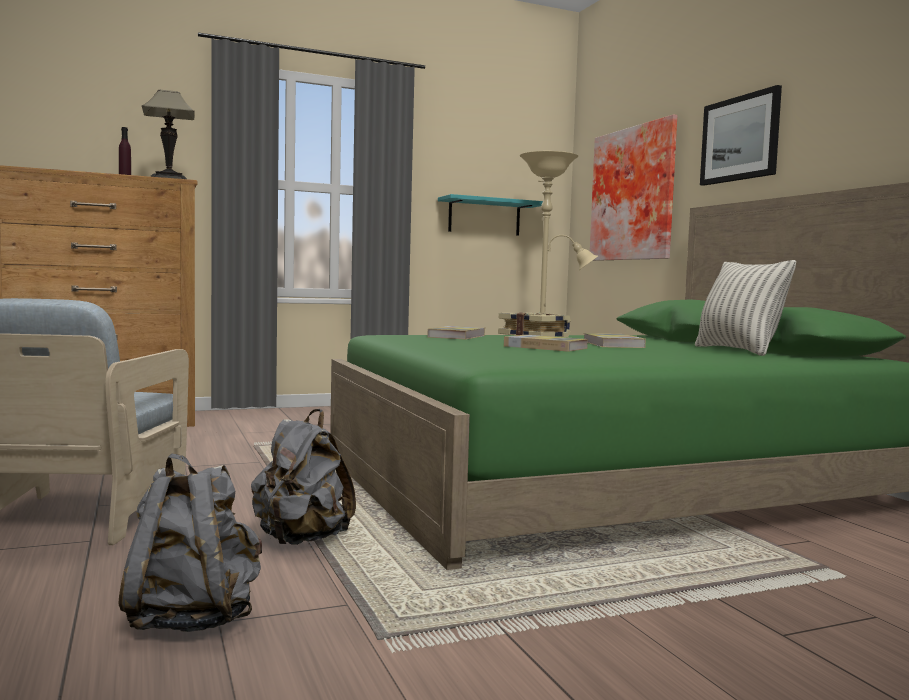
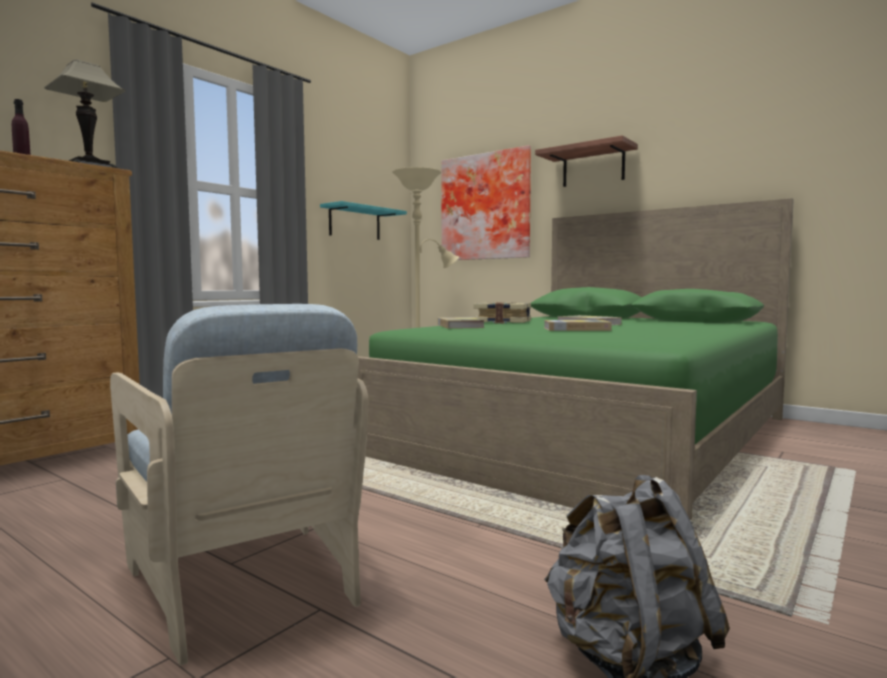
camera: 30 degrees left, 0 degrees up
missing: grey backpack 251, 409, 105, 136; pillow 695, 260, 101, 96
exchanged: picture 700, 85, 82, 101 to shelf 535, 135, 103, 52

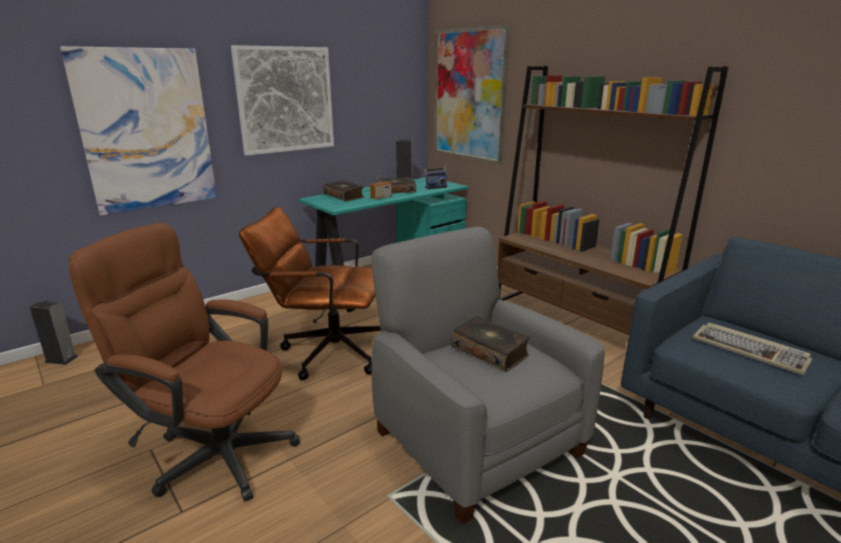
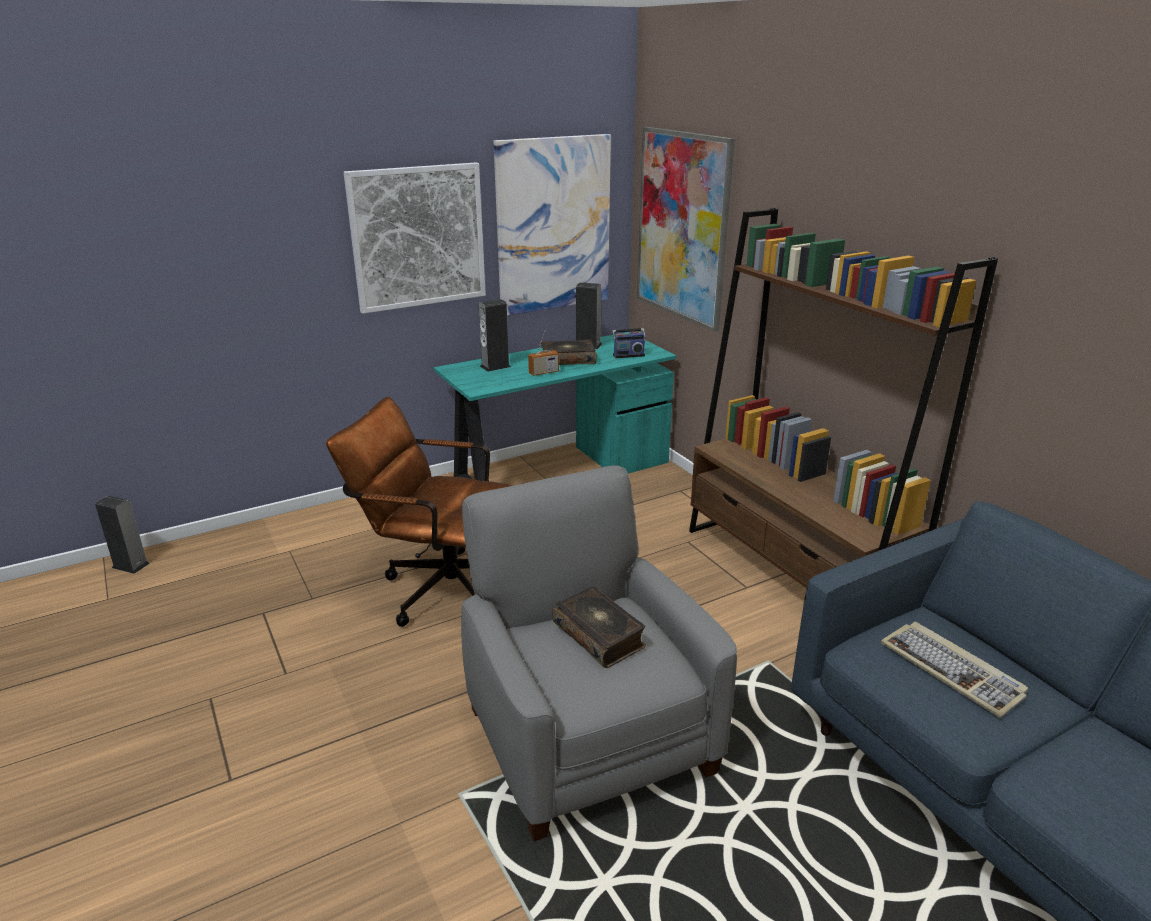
camera: 10 degrees right, 5 degrees up
missing: brown office chair 69, 223, 231, 279
relocated: picture 60, 46, 157, 169 to 494, 134, 117, 181
exchanged: book 323, 180, 41, 22 to speaker 479, 299, 32, 73

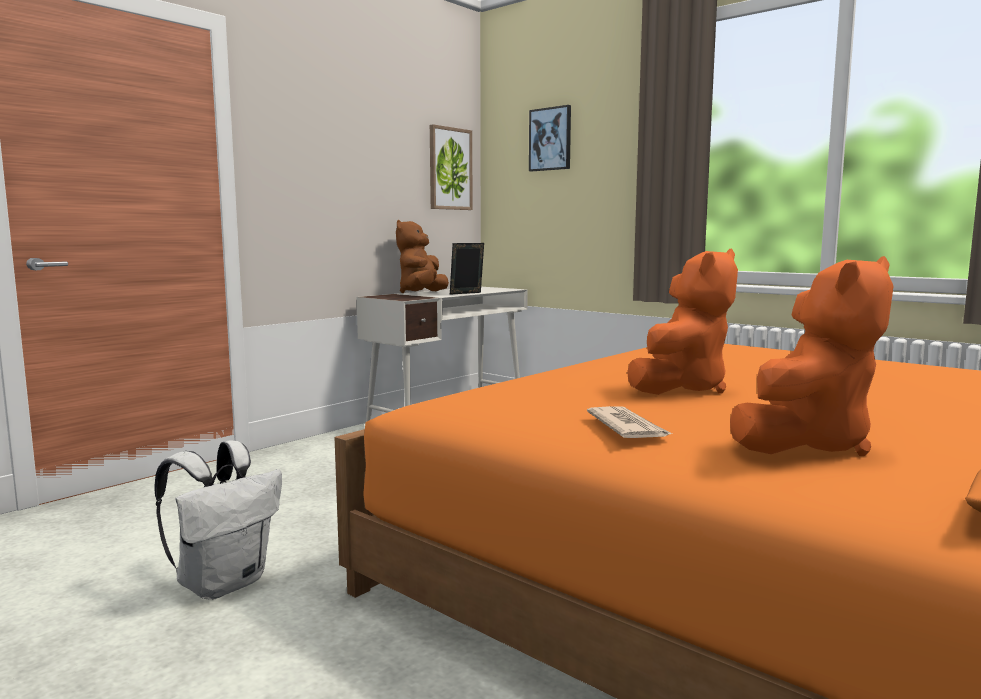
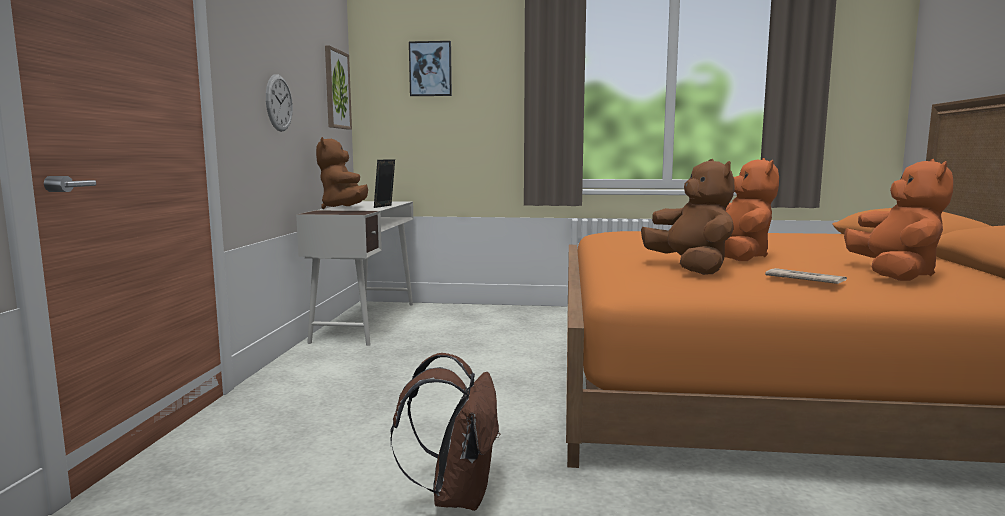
camera: 35 degrees left, 0 degrees up
appeared: wall clock 266, 74, 27, 58; brown plush toy 641, 159, 94, 116
colour: white backpack 155, 440, 127, 160 to brown backpack 390, 353, 111, 158

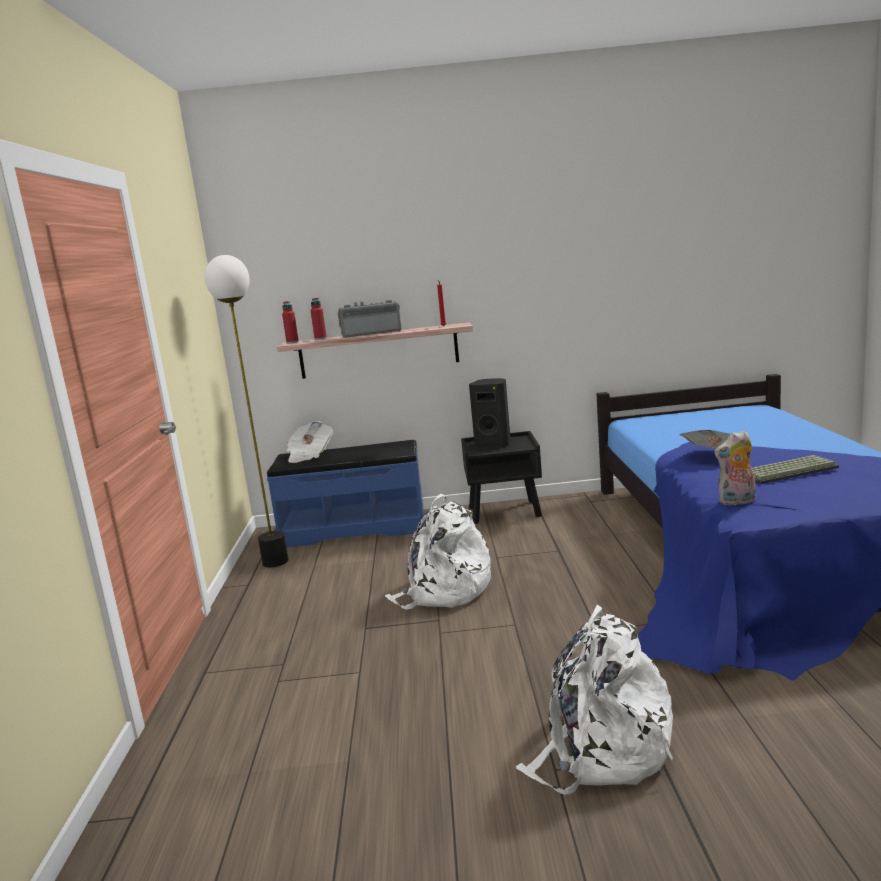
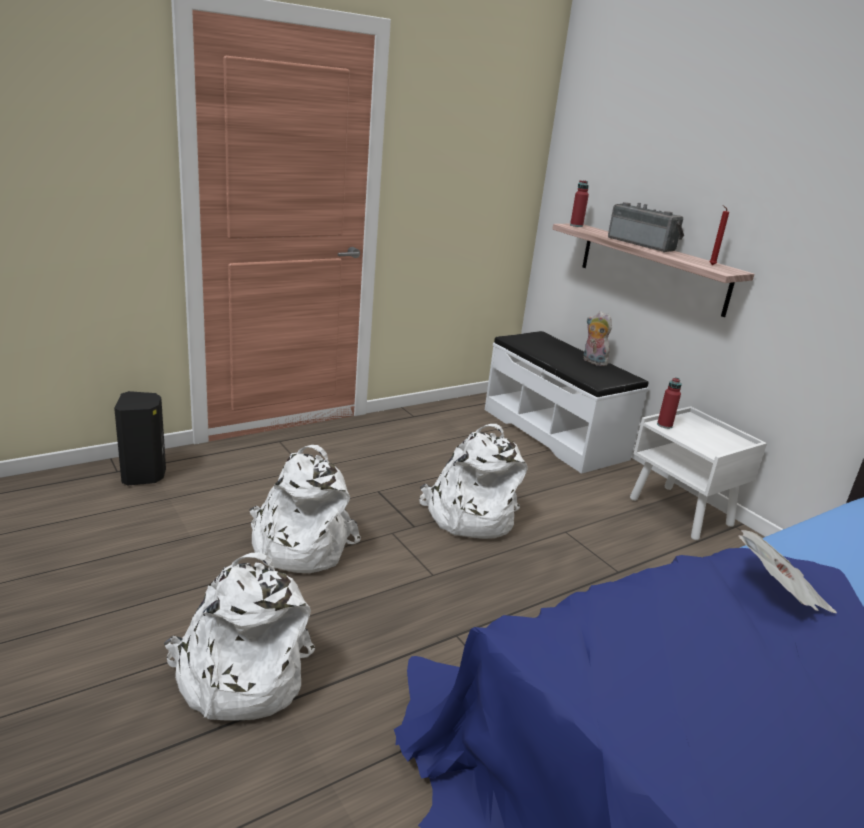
camera: 55 degrees right, 10 degrees up
missing: floor lamp 204, 255, 85, 312; newspaper 286, 421, 47, 42; keyboard 751, 455, 88, 29
appeared: white backpack 249, 445, 112, 128
relocated: red bottle 311, 298, 16, 42 to 657, 377, 25, 52; black speaker 469, 378, 42, 69 to 114, 391, 52, 95; plush toy 714, 430, 42, 76 to 584, 311, 28, 55
colour: blue bench 267, 440, 157, 108 to white bench 485, 331, 163, 143; black nightstand 461, 431, 81, 93 to white nightstand 630, 406, 137, 134

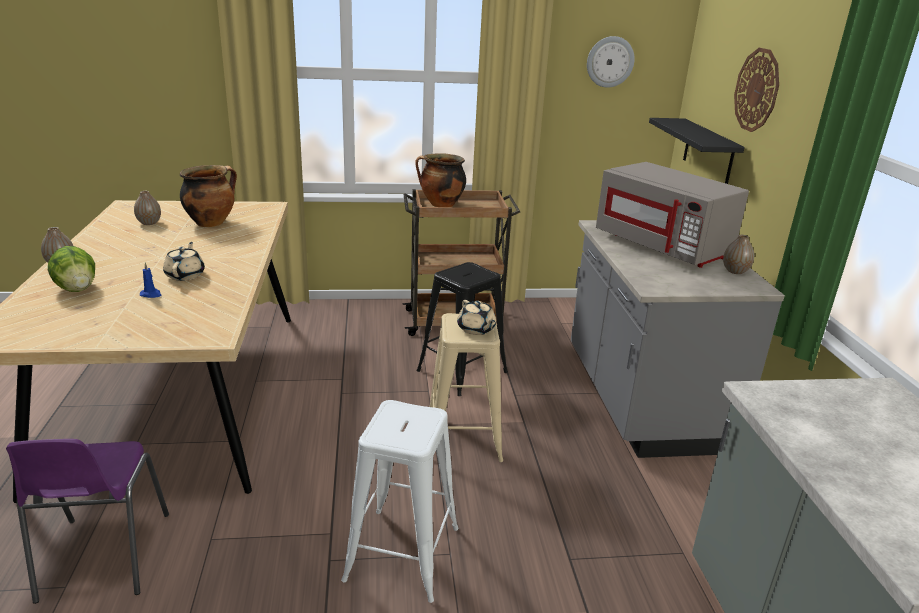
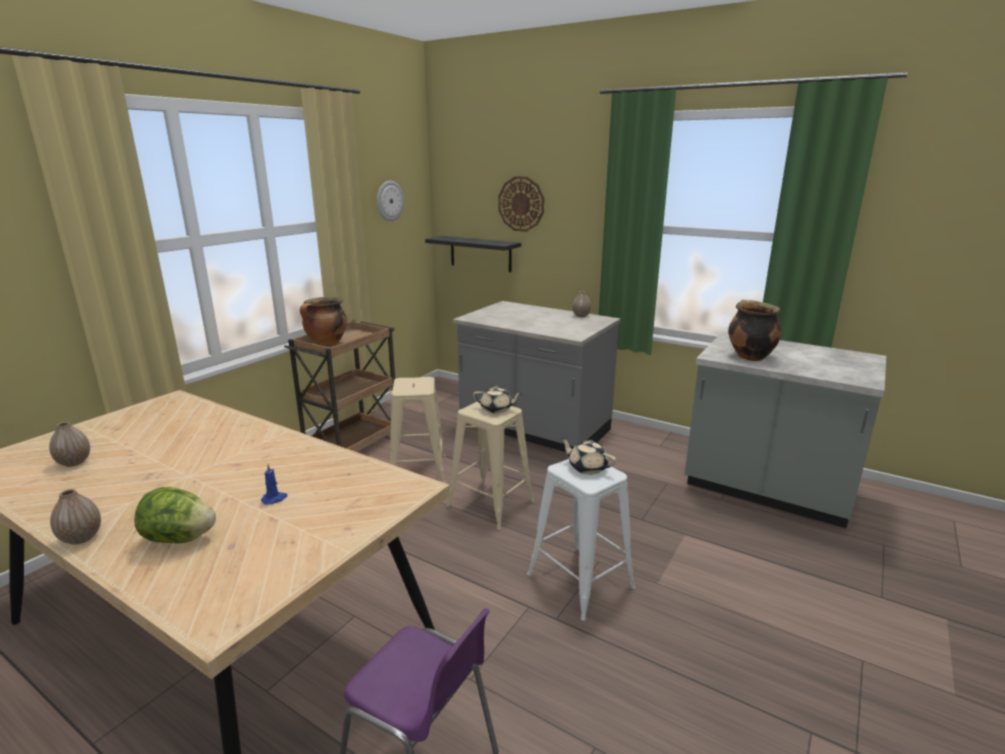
camera: 50 degrees left, 5 degrees down
missing: grey microwave 596, 162, 153, 106
relocated: beige teapot 163, 242, 42, 39 to 560, 438, 56, 37; cooking pot 180, 165, 57, 62 to 728, 300, 54, 61
colour: black stool 416, 262, 92, 134 to beige stool 390, 377, 56, 106

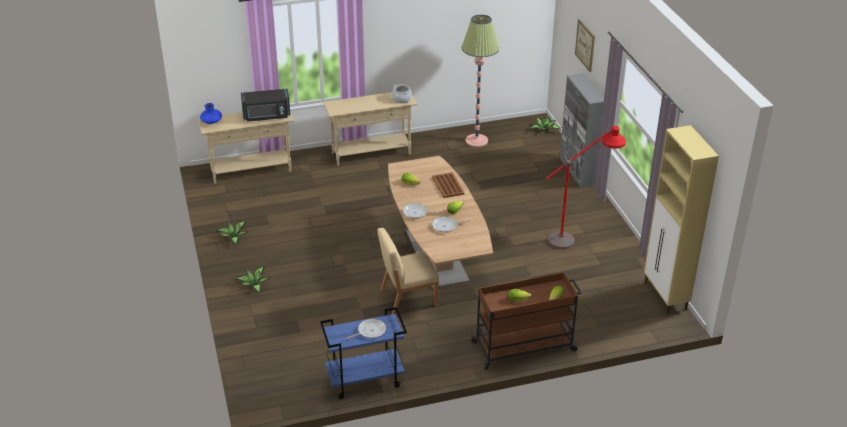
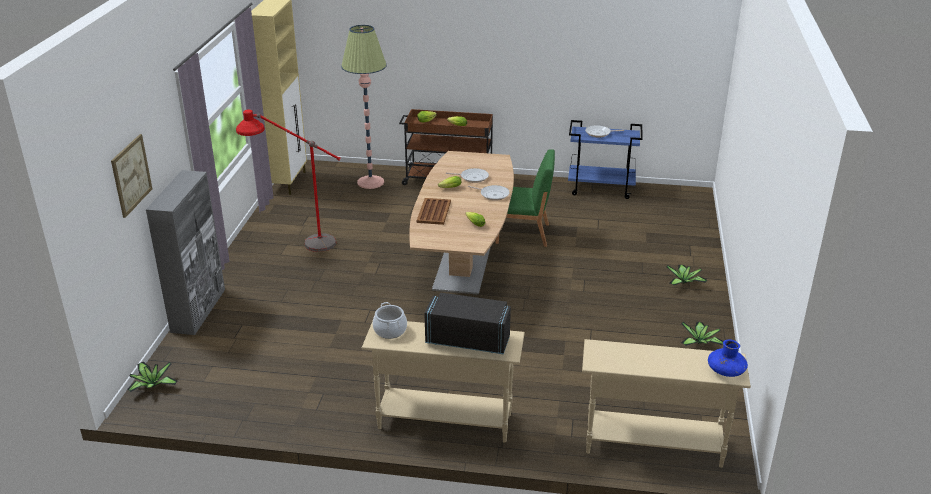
camera: 155 degrees left, 5 degrees down
relocated: black microwave 241, 89, 49, 33 to 424, 293, 87, 61; floor lamp 462, 15, 37, 132 to 341, 25, 46, 164
colour: beige chair 377, 228, 62, 86 to green chair 495, 149, 60, 98

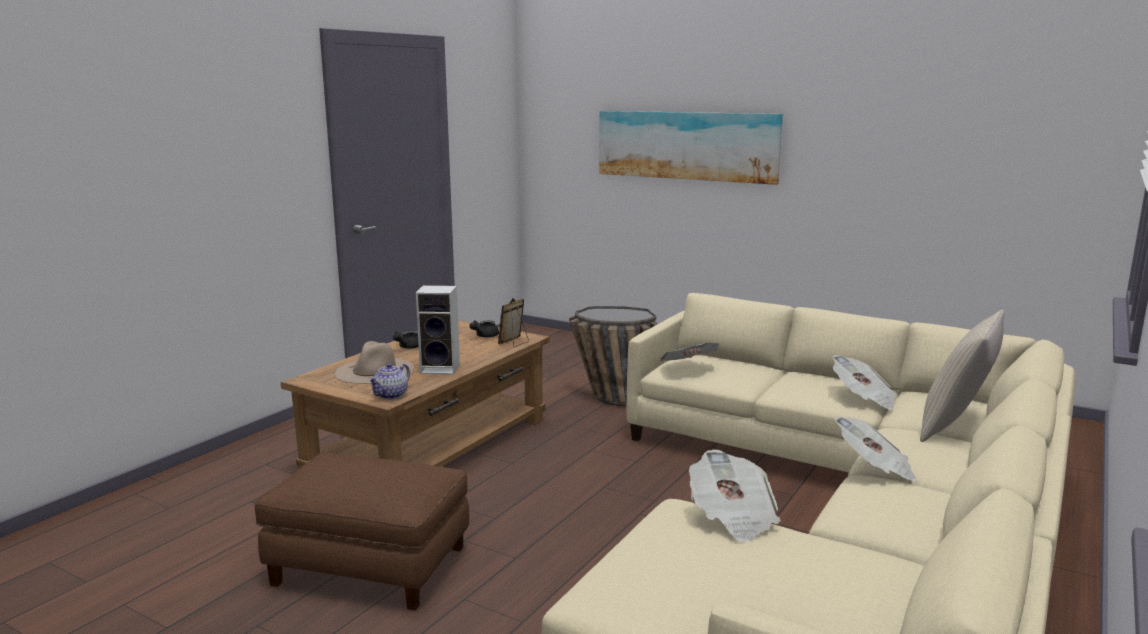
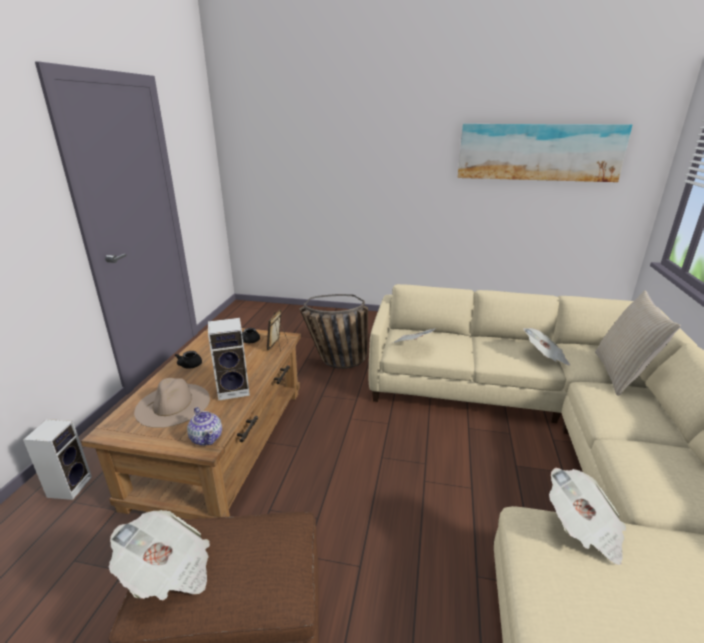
camera: 20 degrees left, 10 degrees up
appeared: speaker 23, 419, 69, 81
relocated: picture 599, 111, 184, 74 to 458, 124, 174, 58; newspaper 835, 416, 83, 66 to 109, 510, 101, 90
spun: teapot 368, 363, 42, 37 = 187, 407, 35, 39 45 degrees counterclockwise

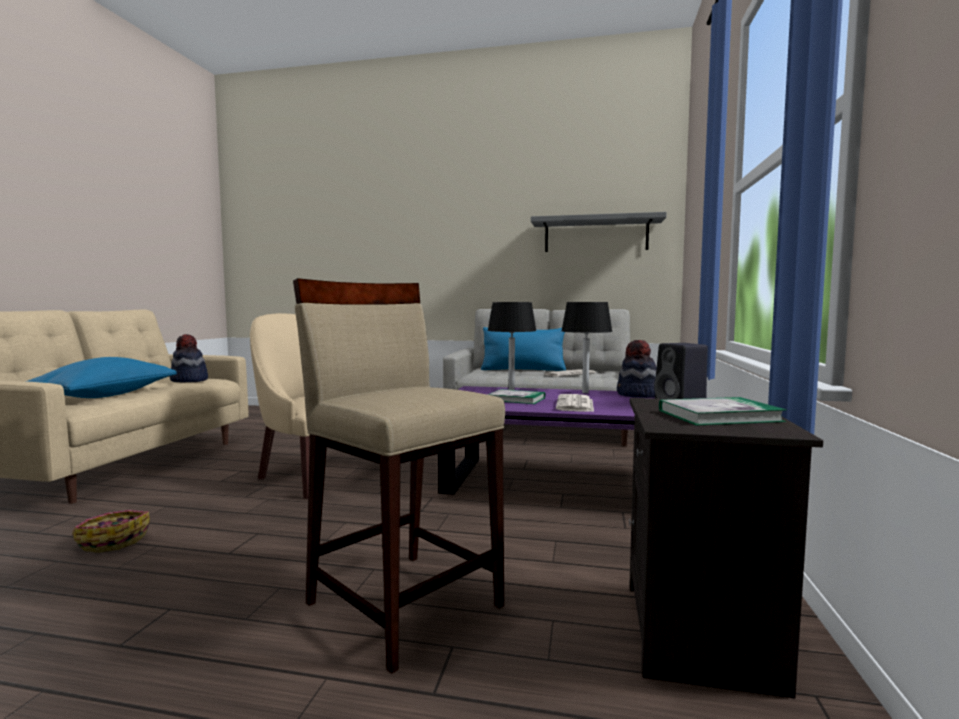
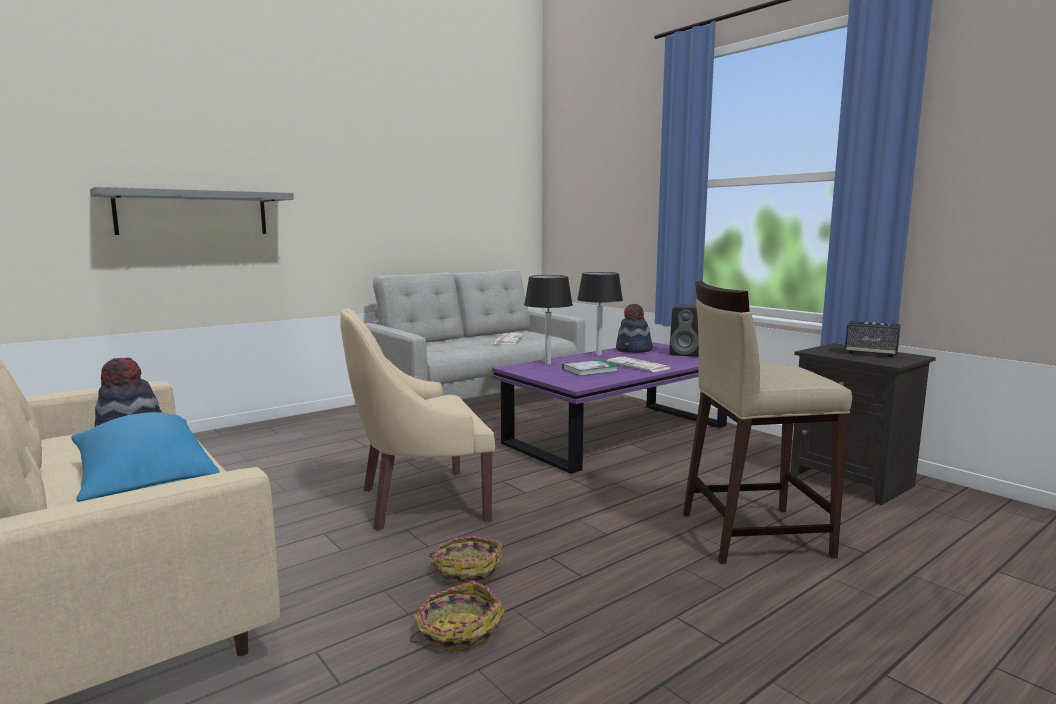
camera: 50 degrees left, 5 degrees up
missing: blue pillow 481, 327, 85, 44
appeared: basket 429, 536, 74, 49
relocated: grey shelf 531, 212, 136, 40 to 90, 187, 204, 48
exchanged: book 659, 397, 128, 29 to speaker 845, 321, 56, 36

